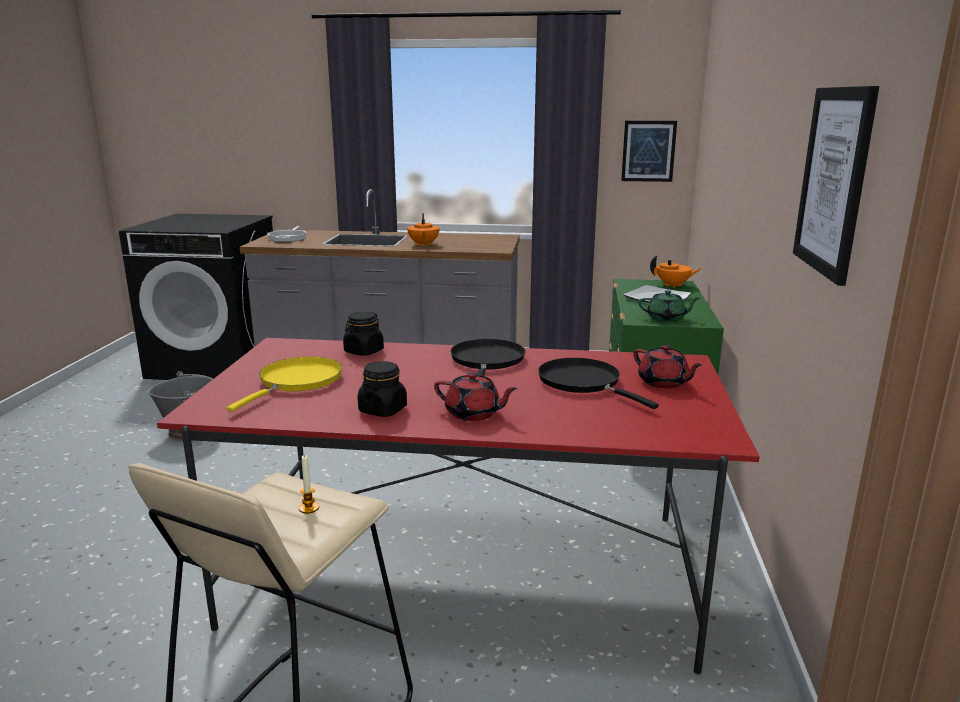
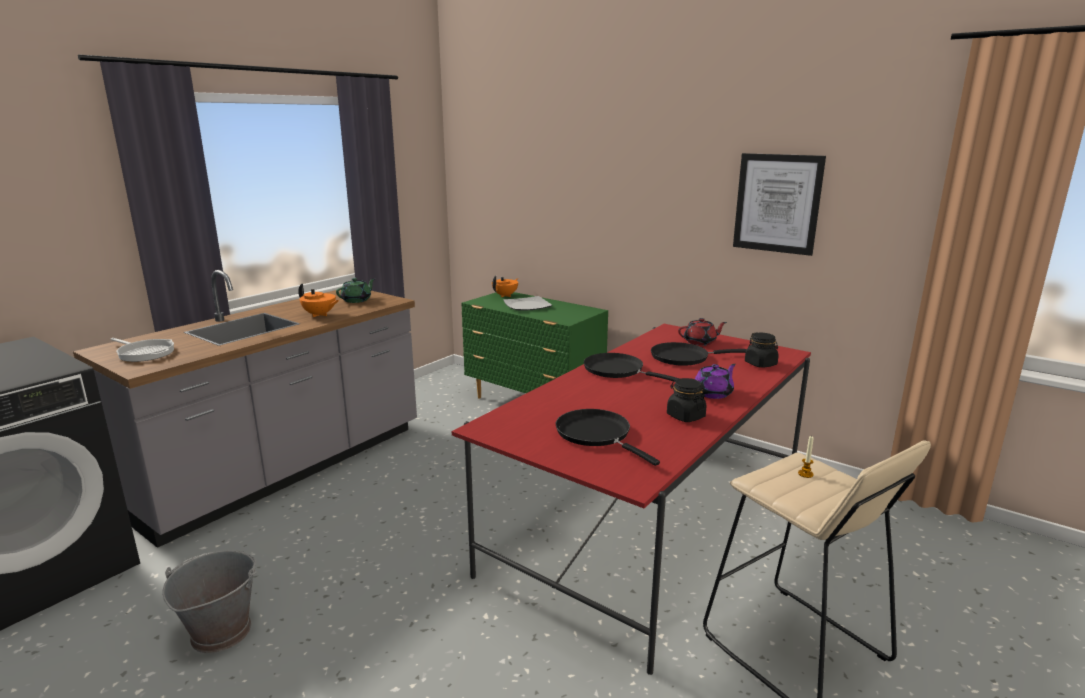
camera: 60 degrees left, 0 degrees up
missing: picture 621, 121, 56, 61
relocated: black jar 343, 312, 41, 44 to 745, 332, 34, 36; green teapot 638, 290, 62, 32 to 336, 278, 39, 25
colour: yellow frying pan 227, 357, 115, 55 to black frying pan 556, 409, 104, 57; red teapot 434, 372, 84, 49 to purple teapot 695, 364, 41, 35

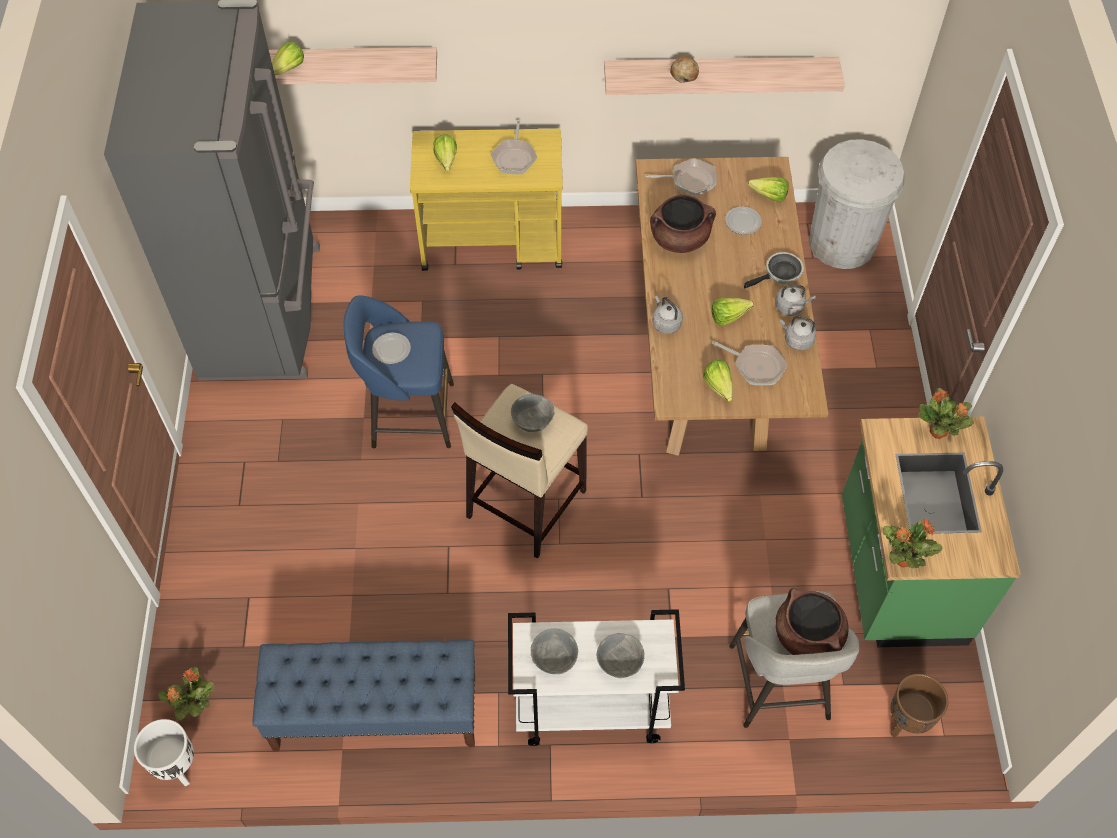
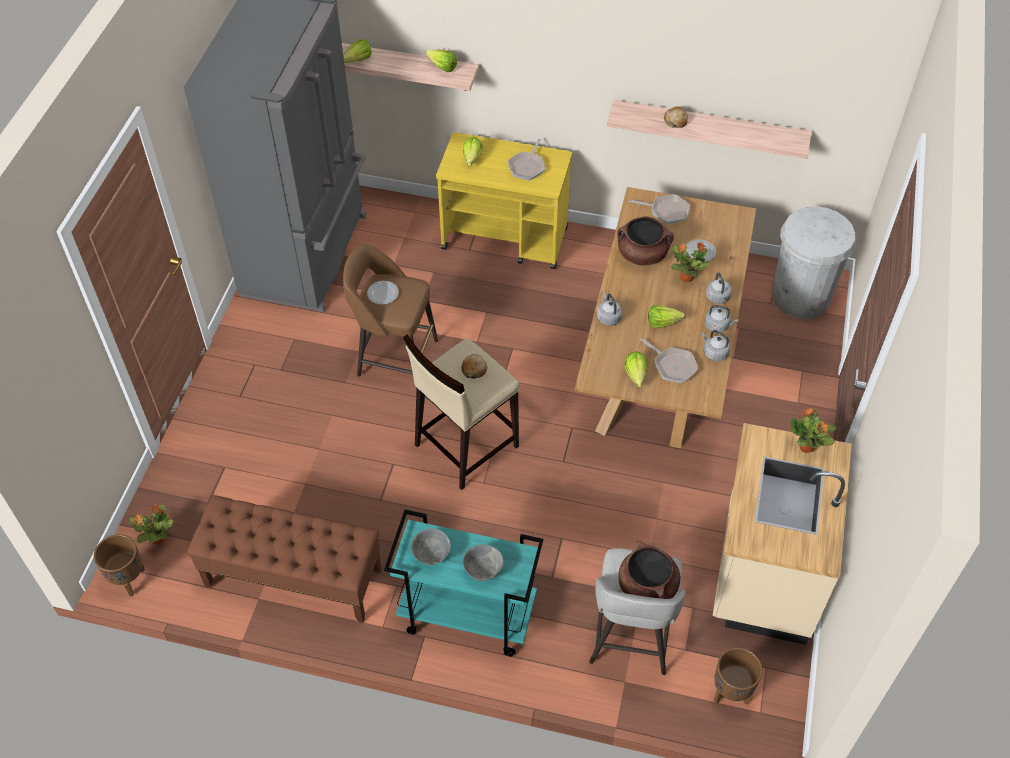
camera: 15 degrees right, 5 degrees down
relocated: lettuce 748, 177, 41, 25 to 425, 50, 32, 22; potted plant 883, 519, 60, 49 to 671, 242, 39, 40
exchanged: grey bowl 511, 394, 43, 38 to bread 461, 354, 26, 25; frying pan 744, 252, 60, 37 to grey kettle 706, 272, 26, 32
colour: white planter 134, 719, 60, 68 to brown planter 94, 534, 51, 63; blue bench 252, 640, 223, 112 to brown bench 187, 495, 195, 128; blue stool 343, 295, 111, 153 to brown stool 343, 244, 95, 133; white cart 508, 609, 177, 137 to turquoise cart 384, 510, 159, 147; green counter 842, 417, 179, 230 to beige counter 713, 423, 139, 222

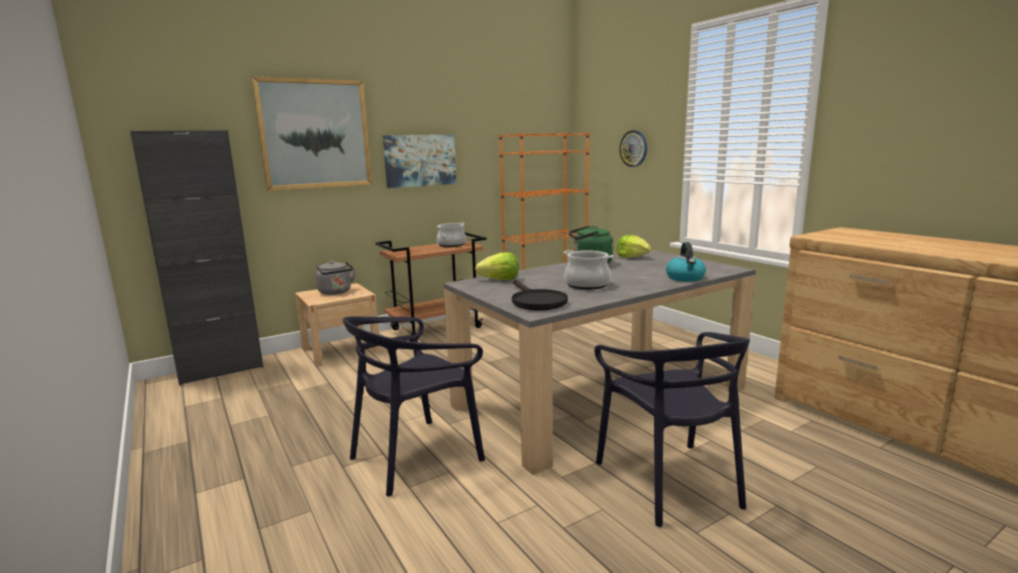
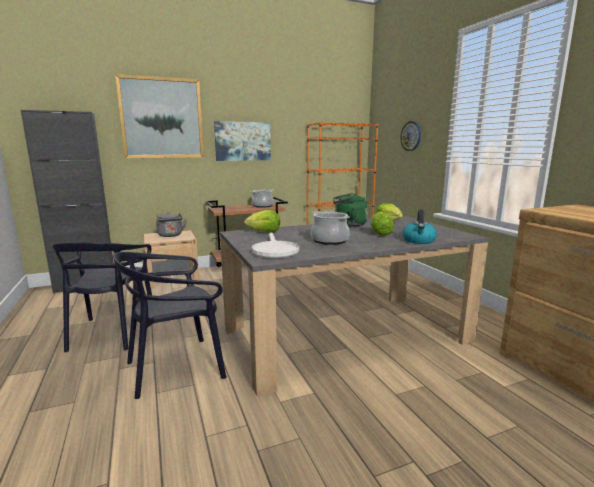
camera: 10 degrees right, 0 degrees up
appeared: lettuce 371, 212, 23, 24
relocated: black chair 594, 332, 156, 195 to 52, 242, 100, 110
colour: black frying pan 512, 280, 56, 31 to white frying pan 252, 233, 47, 25

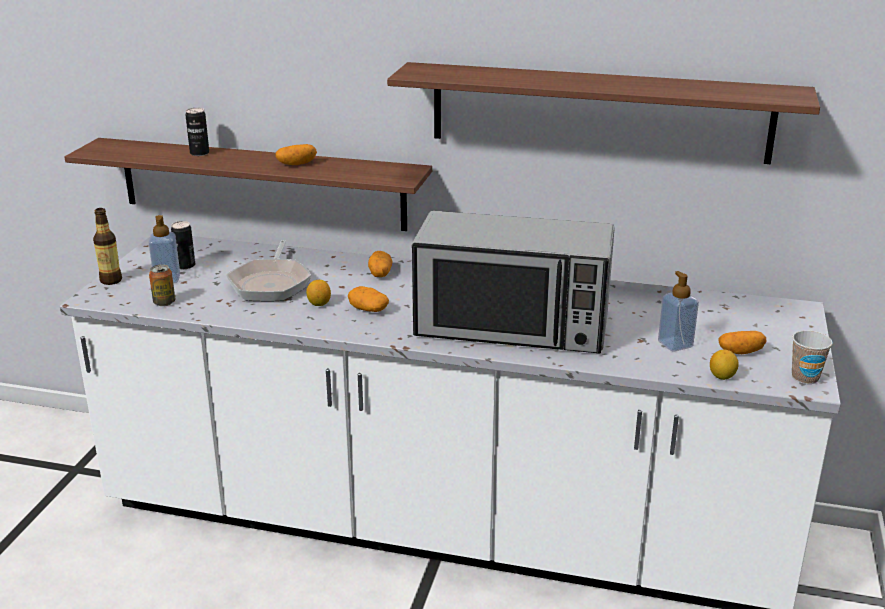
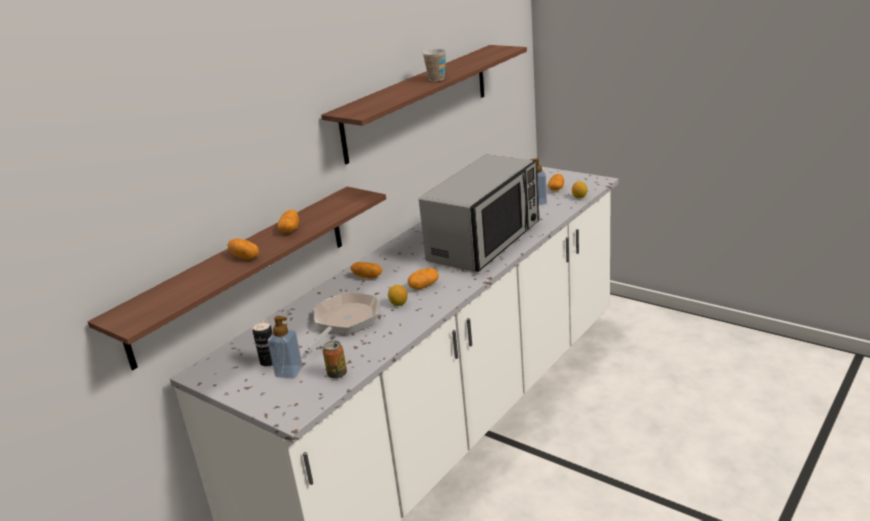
camera: 65 degrees left, 0 degrees up
missing: bottle 93, 208, 29, 77; can 185, 108, 24, 48
appeared: potato 228, 239, 31, 21
relocated: cup 792, 330, 41, 54 to 422, 49, 24, 32
spun: frying pan 226, 240, 85, 61 = 305, 292, 75, 61 90 degrees counterclockwise

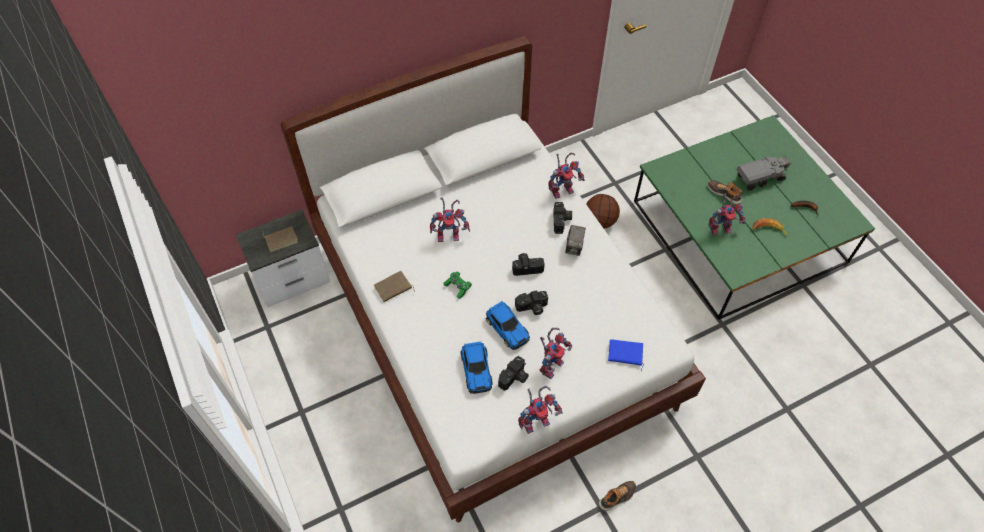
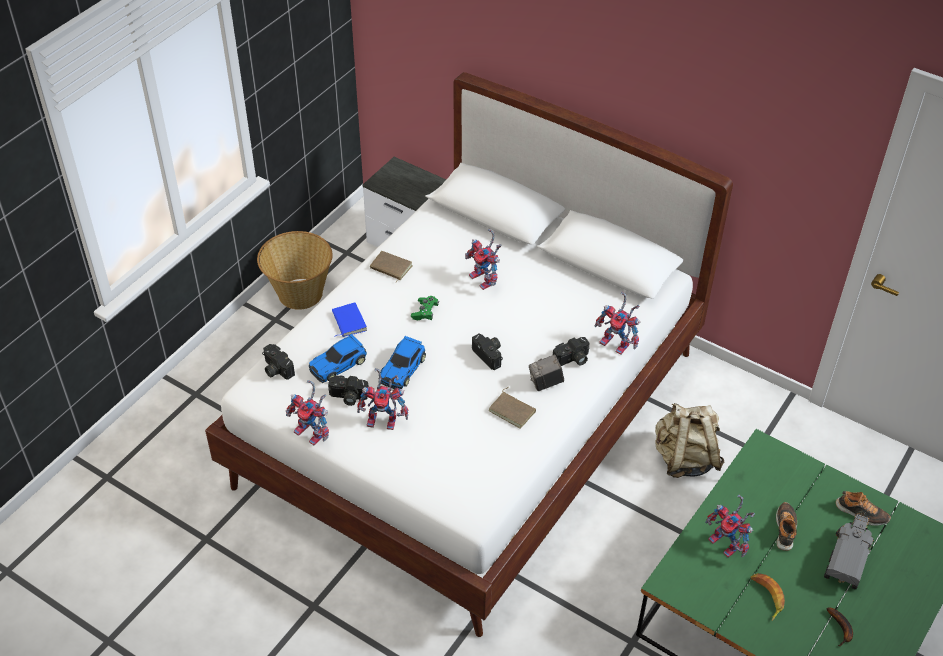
camera: 60 degrees right, 10 degrees down
appeared: basket 257, 231, 76, 79
relocated: brown book 263, 226, 35, 26 to 488, 387, 48, 42; photo camera 515, 291, 33, 24 to 262, 344, 33, 36; shoe 599, 481, 37, 30 to 836, 491, 55, 35; blue book 608, 339, 36, 32 to 332, 303, 35, 34
exchanged: basketball 586, 194, 34, 35 to beige backpack 655, 403, 69, 75
spun: toy truck 737, 156, 54, 35 = 824, 513, 50, 76 105 degrees counterclockwise

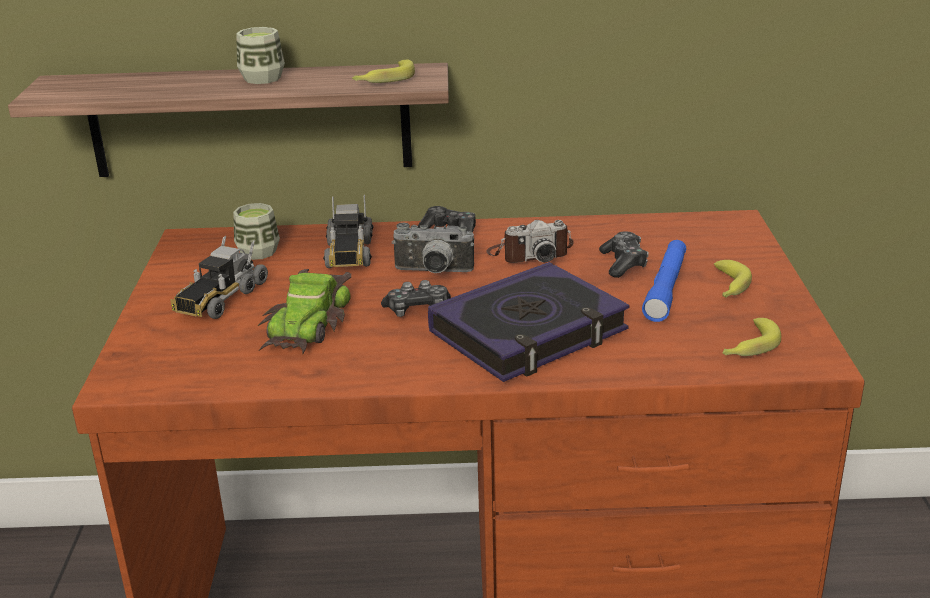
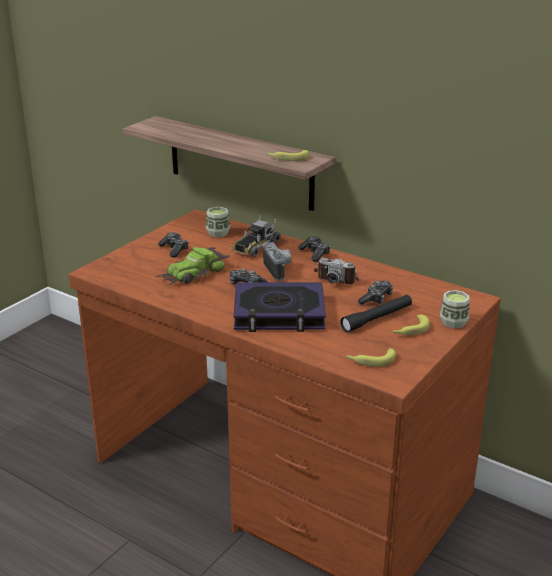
camera: 35 degrees right, 0 degrees up
relocated: cup 236, 27, 49, 57 to 440, 290, 29, 38
exchanged: toy truck 170, 236, 98, 83 to game controller 158, 232, 31, 26
colour: blue flashlight 642, 240, 44, 82 to black flashlight 340, 295, 72, 37
spun: photo camera 392, 222, 82, 51 = 263, 240, 28, 41 150 degrees counterclockwise

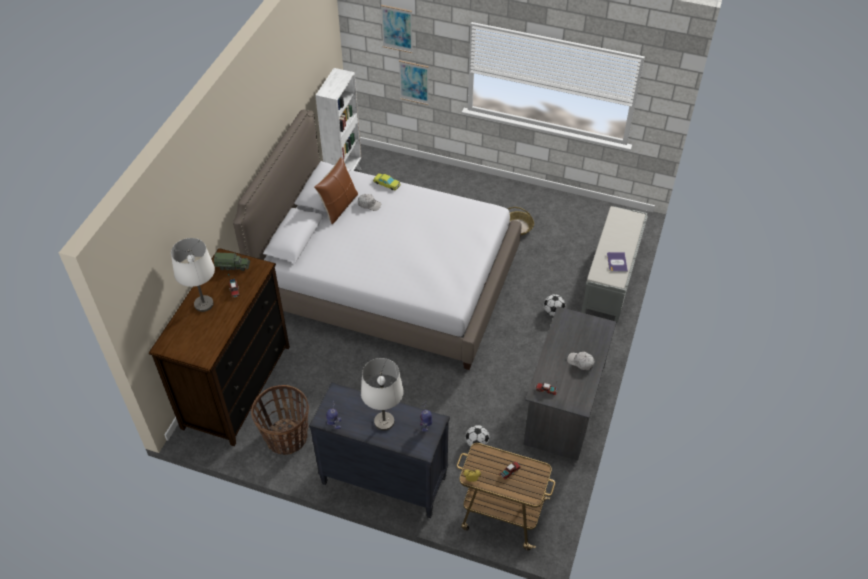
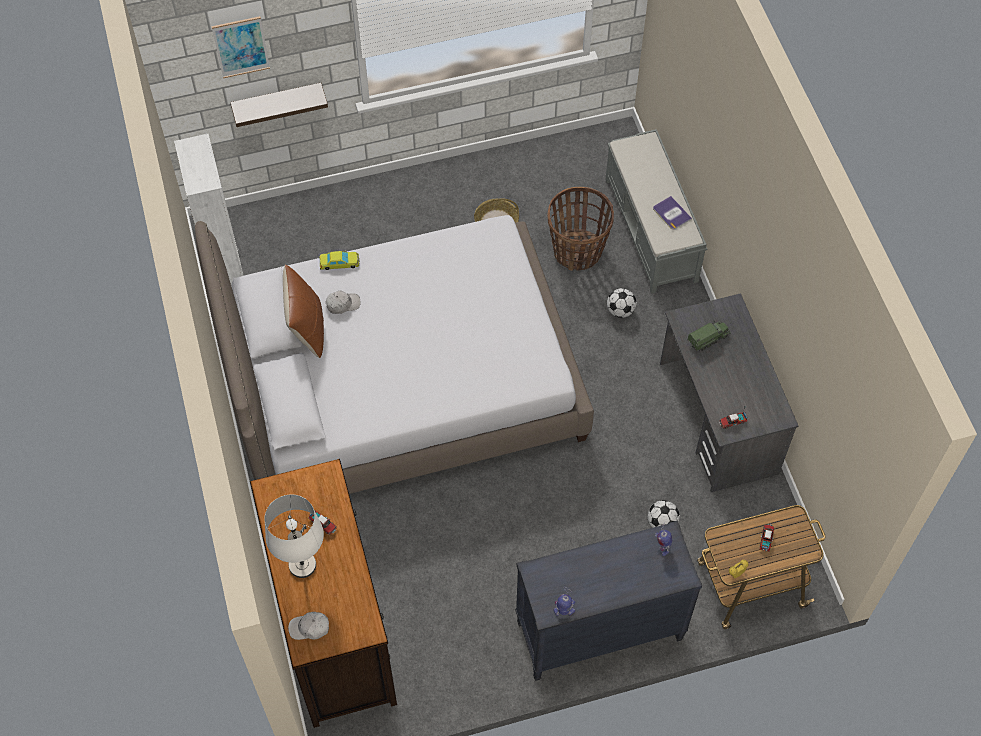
camera: 35 degrees left, 10 degrees up
missing: white table lamp 361, 358, 43, 73
relocated: toy truck 214, 252, 36, 19 to 688, 321, 43, 30; basket 251, 385, 58, 70 to 548, 187, 66, 84; white cap 567, 352, 28, 18 to 288, 612, 41, 28
exchanged: picture 399, 60, 30, 45 to shelf 230, 83, 98, 44

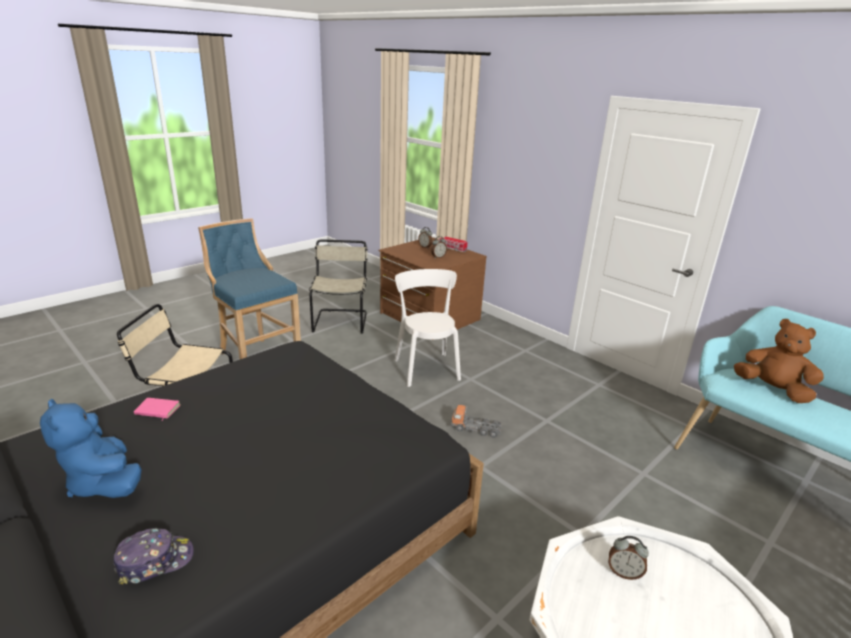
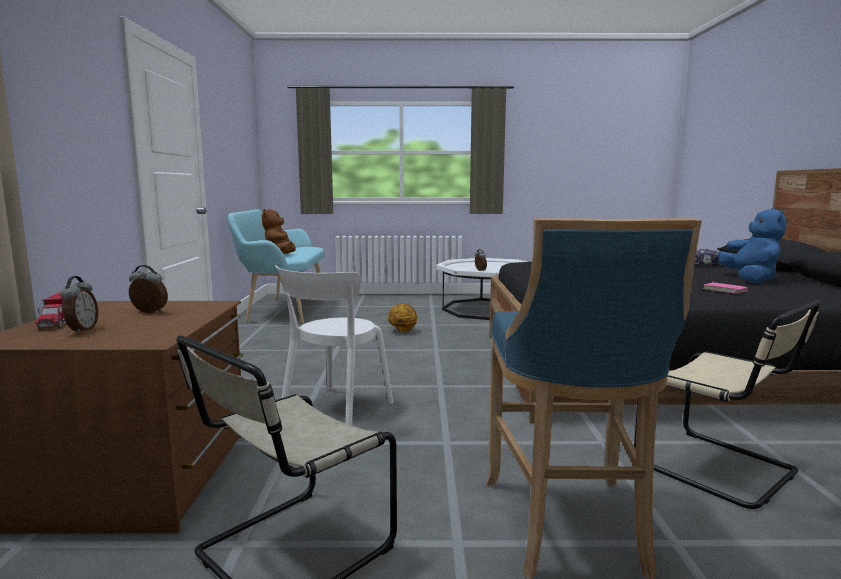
camera: 135 degrees left, 15 degrees down
missing: toy truck 450, 405, 52, 33
appeared: basketball 388, 303, 29, 29

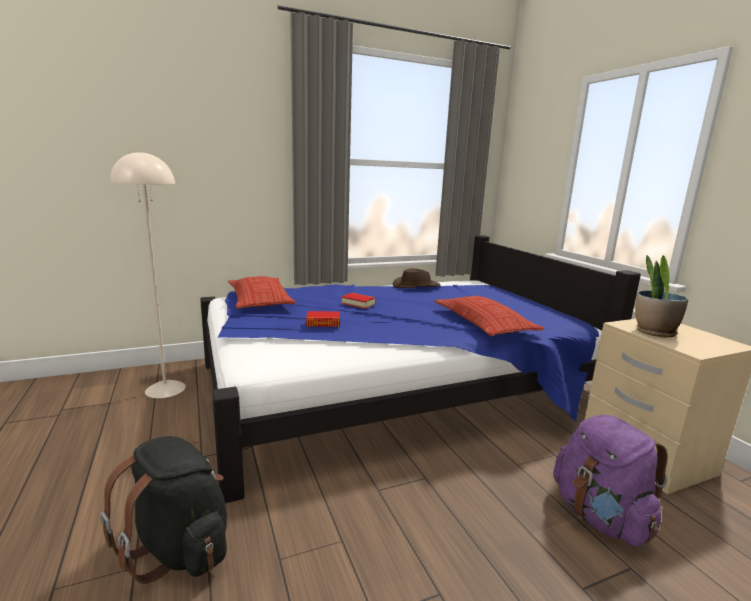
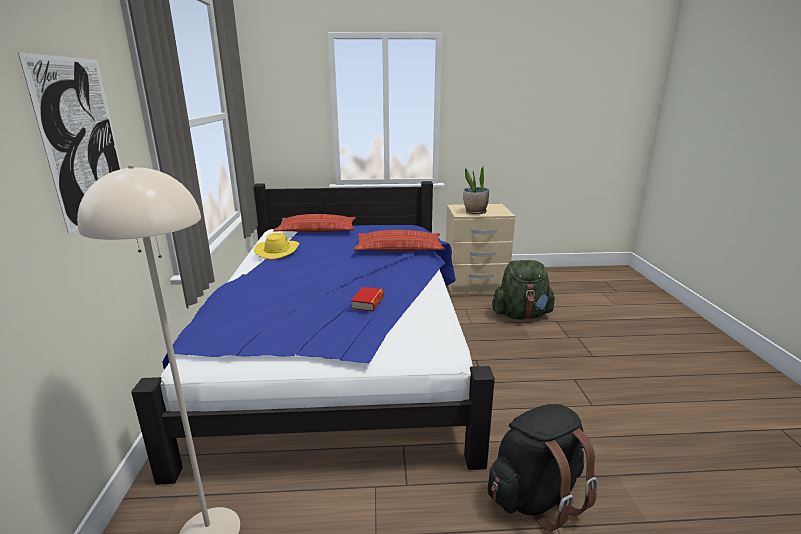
camera: 70 degrees left, 5 degrees up
missing: book 341, 293, 35, 16
appeared: picture 18, 52, 103, 182
relocated: pillow 228, 276, 68, 33 to 273, 214, 83, 18
colour: brown hat 393, 268, 47, 20 to yellow hat 254, 233, 45, 27; purple backpack 553, 415, 115, 132 to green backpack 492, 260, 63, 60

